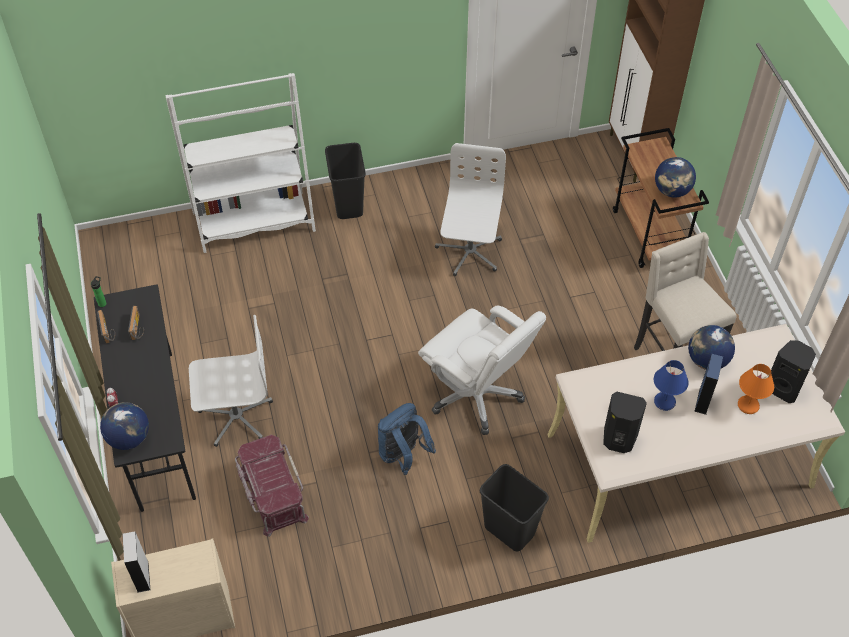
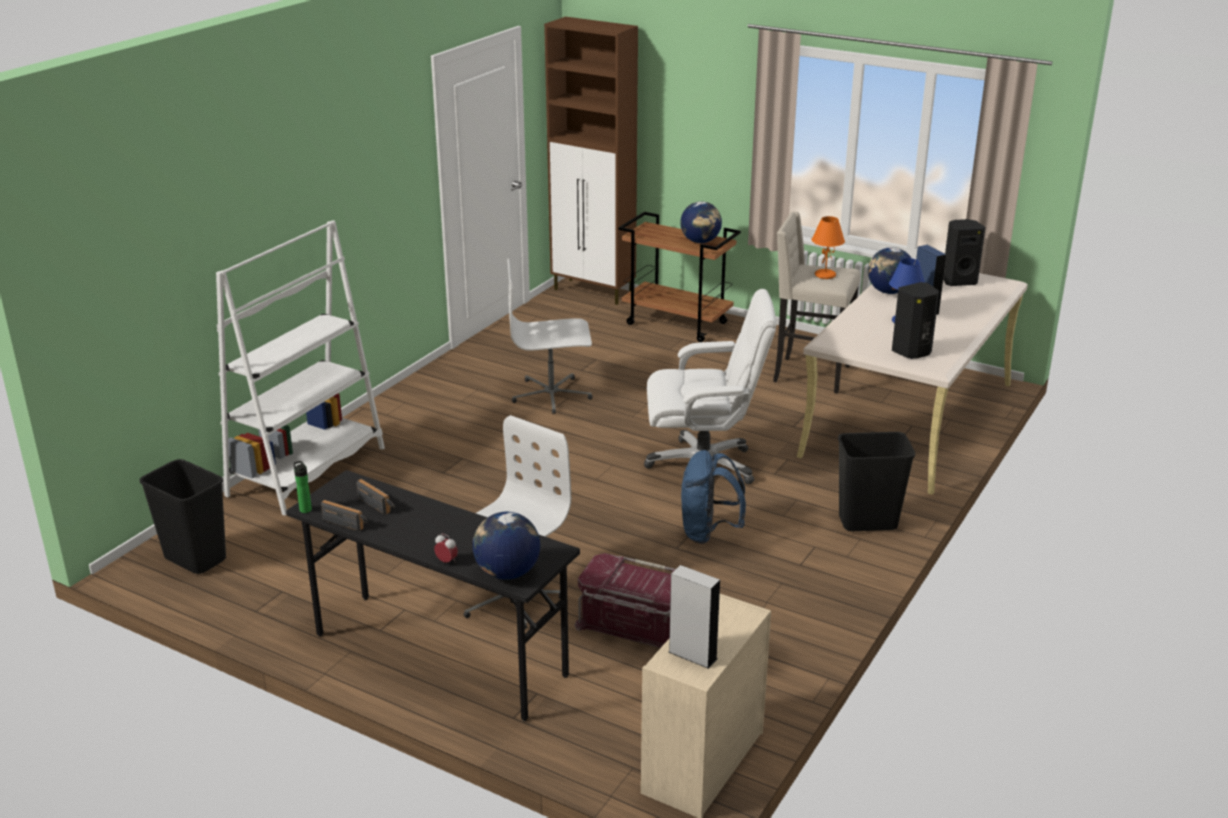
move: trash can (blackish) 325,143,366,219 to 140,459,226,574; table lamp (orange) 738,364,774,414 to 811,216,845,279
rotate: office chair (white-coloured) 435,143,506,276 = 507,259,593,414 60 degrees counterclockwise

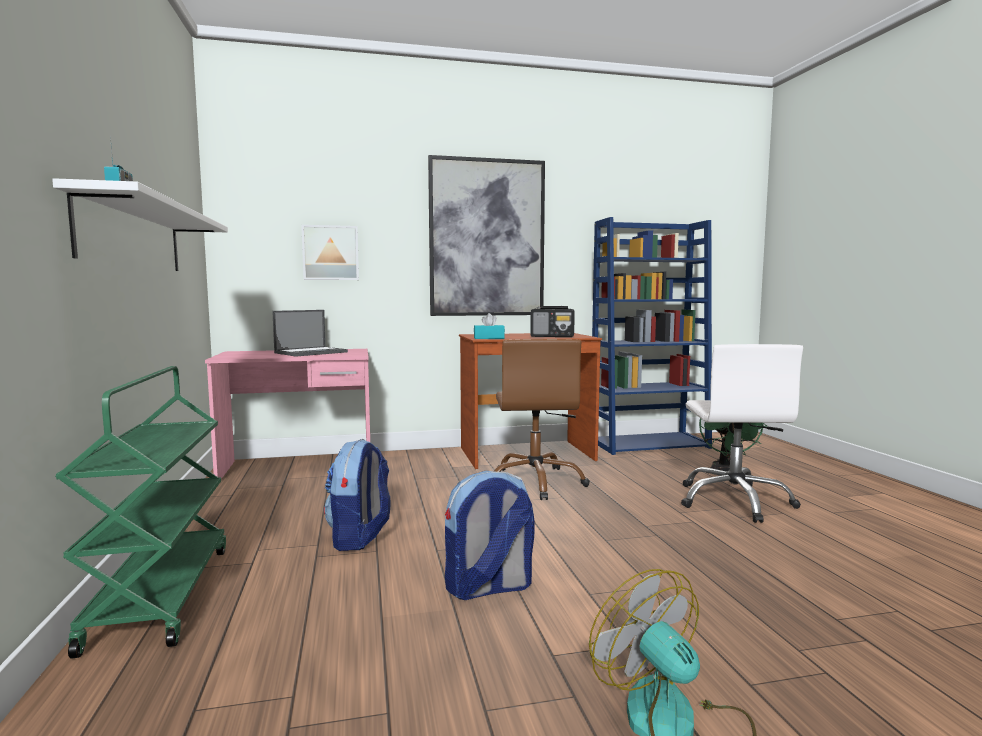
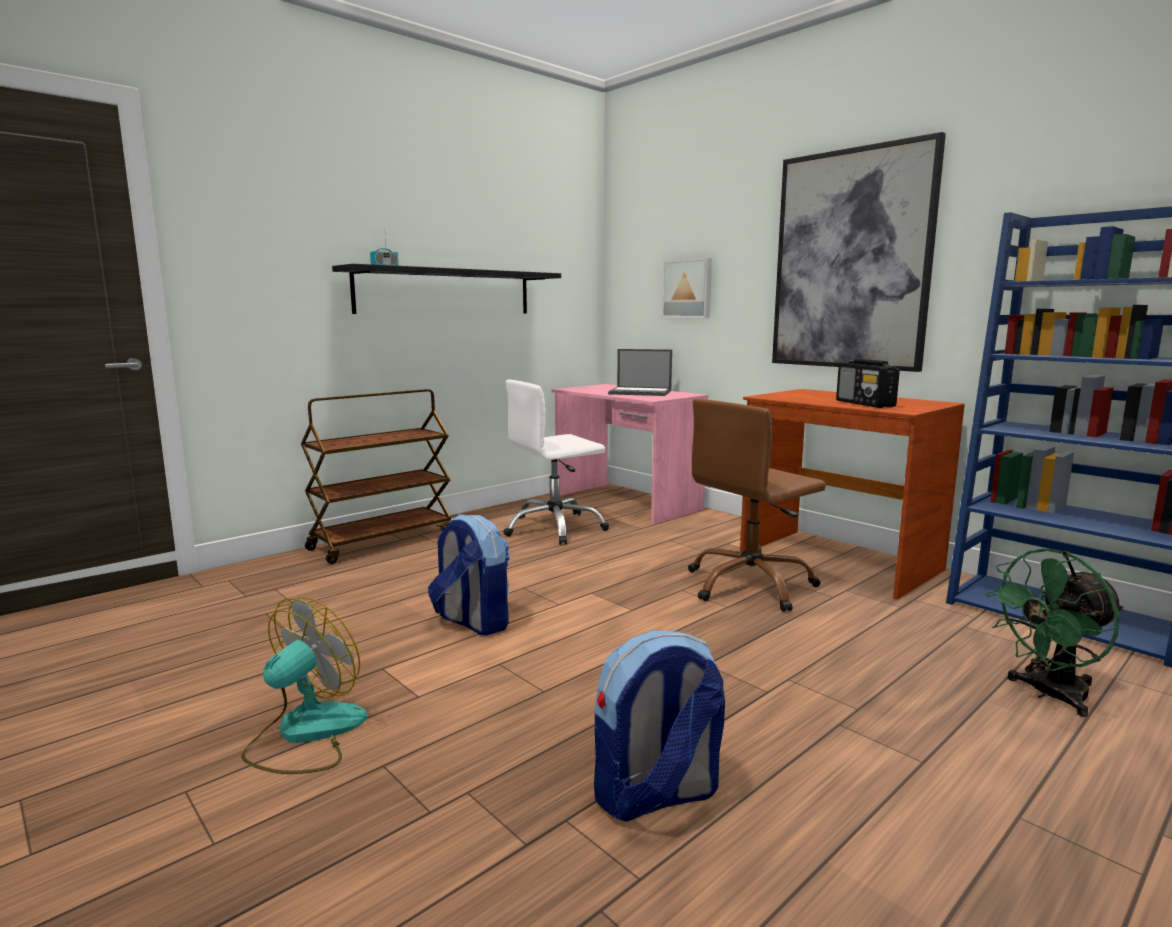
delete: box of tissues (turquoise) 474,313,505,339
move: knapsack 324,439,391,551 to 594,630,725,822; office chair (white-coloured) 681,344,803,523 to 503,380,609,545
recolor: shelf (white-coloured) 52,178,228,271 to shelf (blackish) 332,264,561,314; cart (green-coloured) 55,366,226,658 to cart (brown) 301,389,451,564

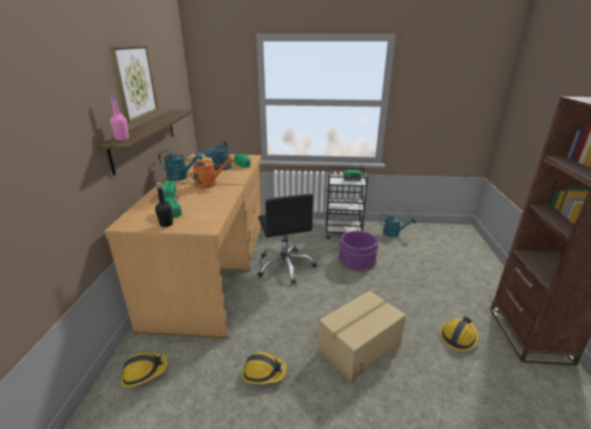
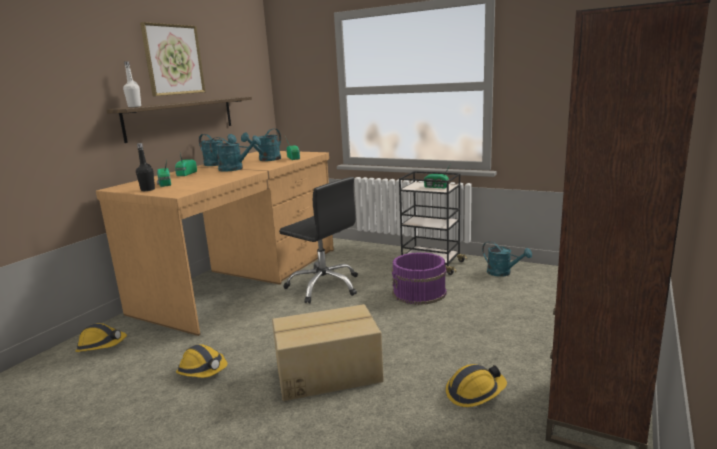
recolor: drink bottle (pinkish) 110,93,129,140 to drink bottle (white-coloured) 123,61,141,107; watering pot (orange) 186,155,234,189 to watering pot (turquoise) 210,135,261,172
rotate: office chair (blackish) 257,194,317,284 = 279,177,358,303 60 degrees counterclockwise

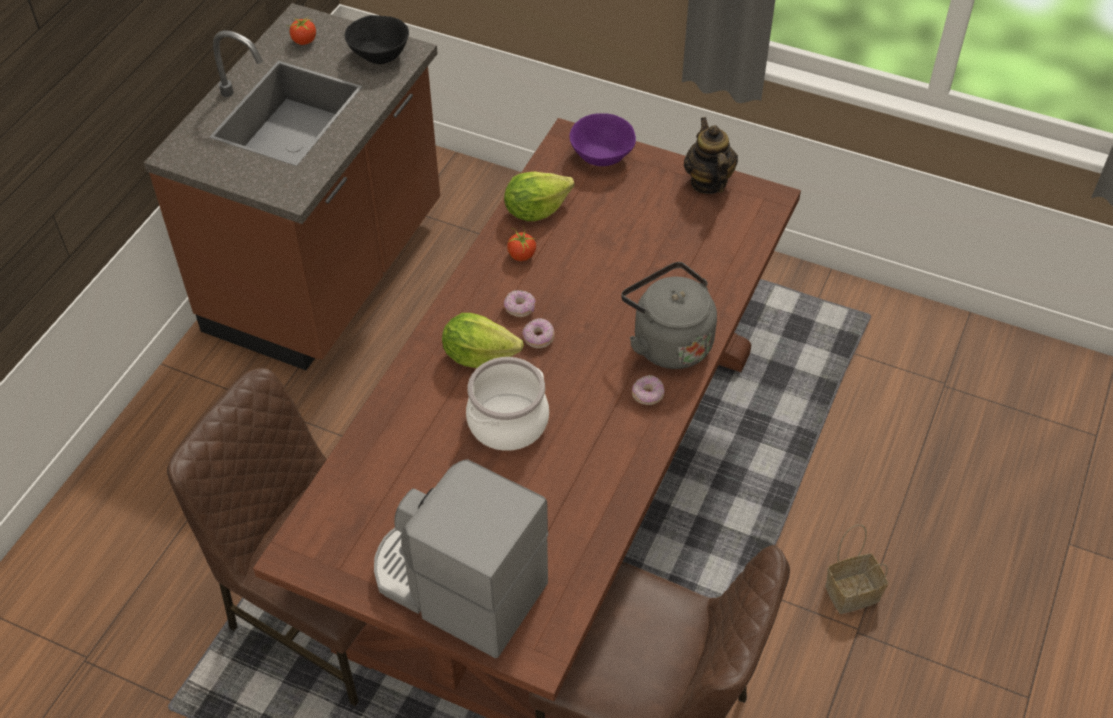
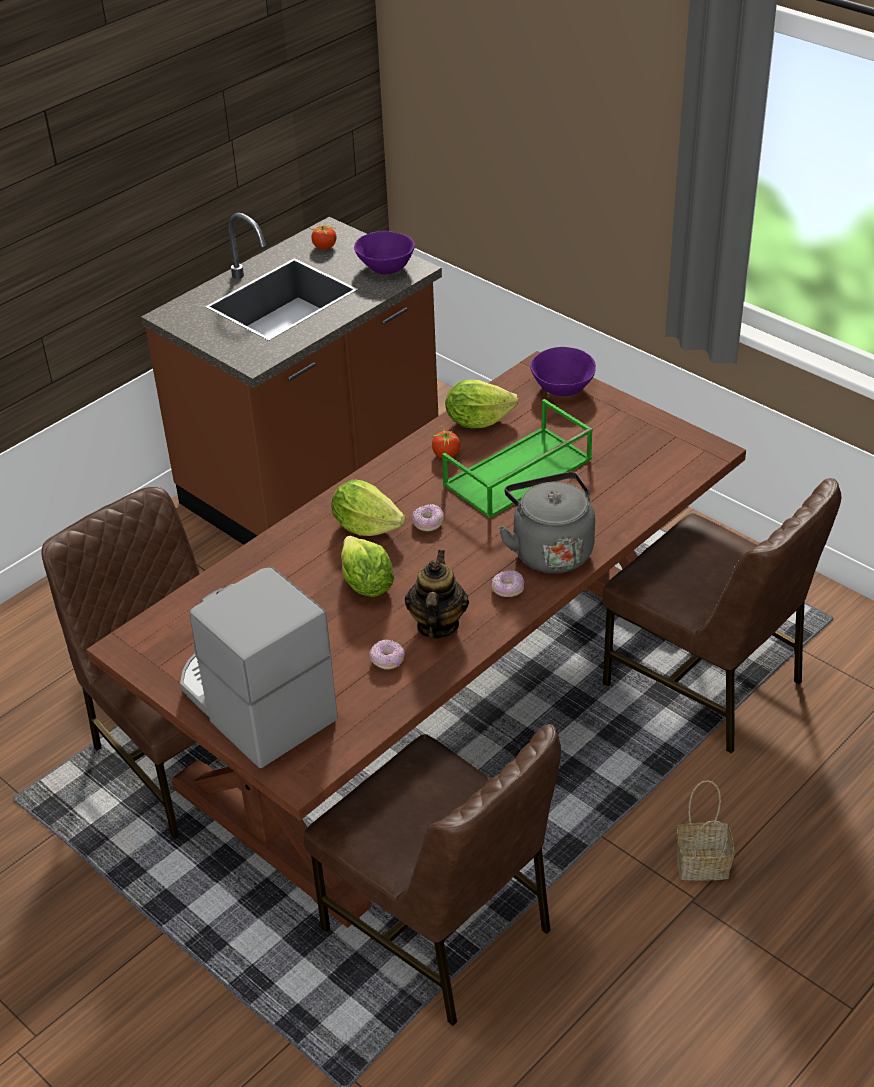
insert: carrying tray (green-coloured) 442,399,593,518; chair (brown) 602,478,842,754
move: doughnut 504,290,535,317 to 369,639,405,669; tea pot 684,117,738,194 to 405,550,469,638
replace: cooking pot 466,357,549,451 to lettuce 341,535,394,597
recolor: deep dish (blackish) 345,15,409,64 to deep dish (purplish) 354,231,415,274

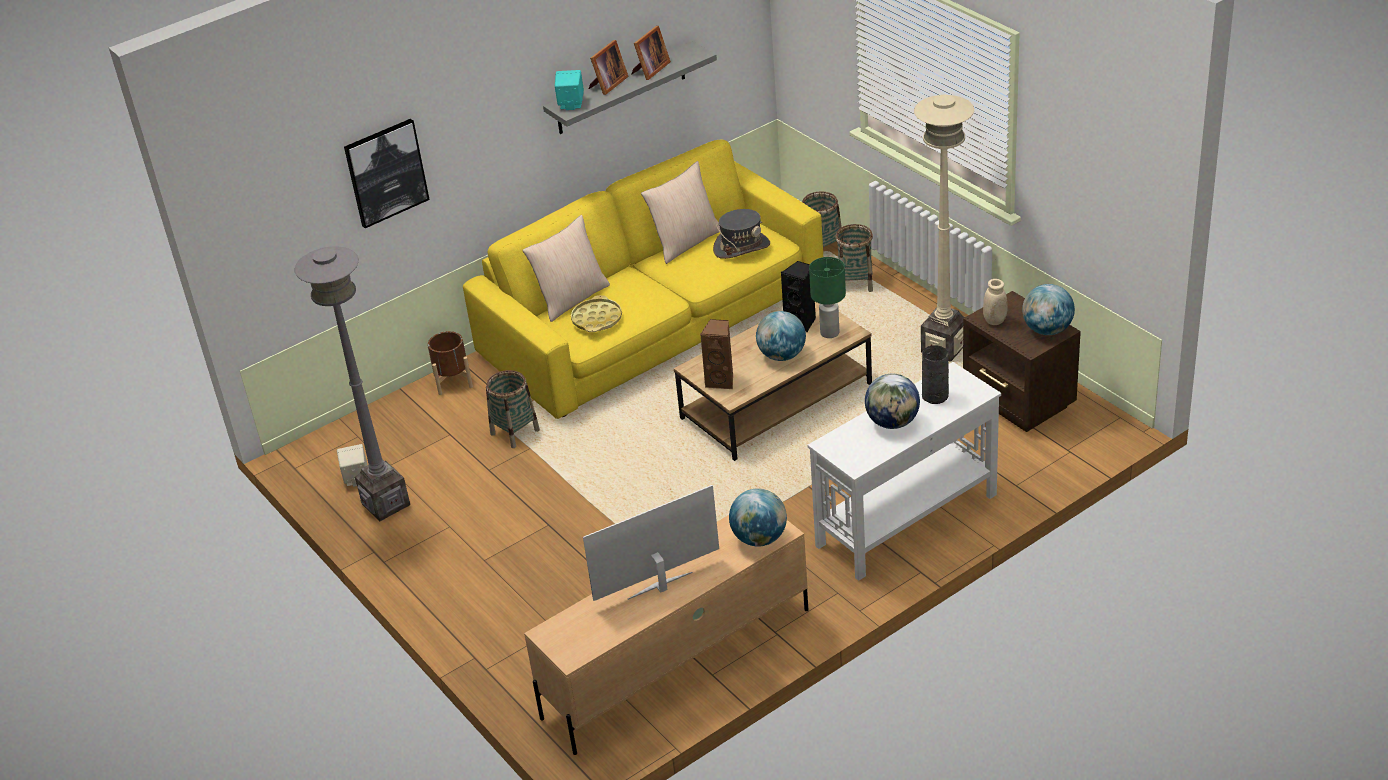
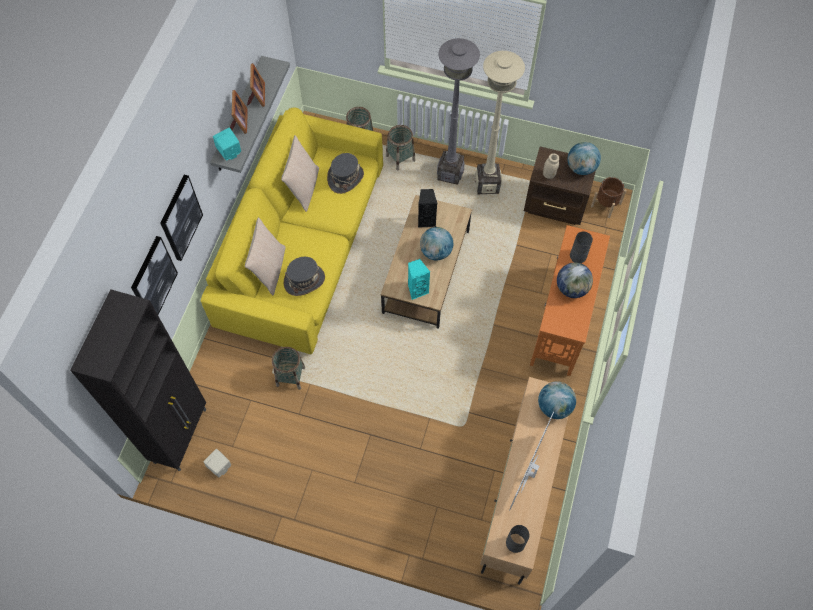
delete: table lamp (green-coloured) 809,257,846,338
insert: storage cabinet (blackish) 70,290,206,471; wall art 160,175,203,261; vase (grey) 506,525,529,553
move: floor lamp (grey) 295,246,410,521 to 437,38,480,185; flower pot (brown) 428,331,473,395 to 591,177,627,218
replace: carrying tray (yellow) 571,295,622,332 to hat (grey) 284,257,325,296
recolor: speaker (brown) 700,319,733,389 to speaker (turquoise) 408,259,430,300; hall table (white-coloured) 807,362,1001,581 to hall table (orange) 530,225,610,376

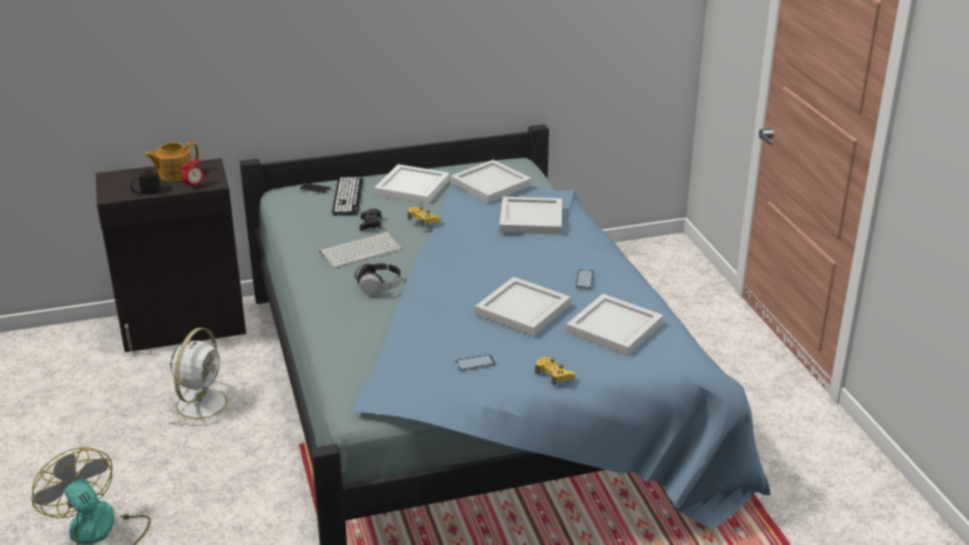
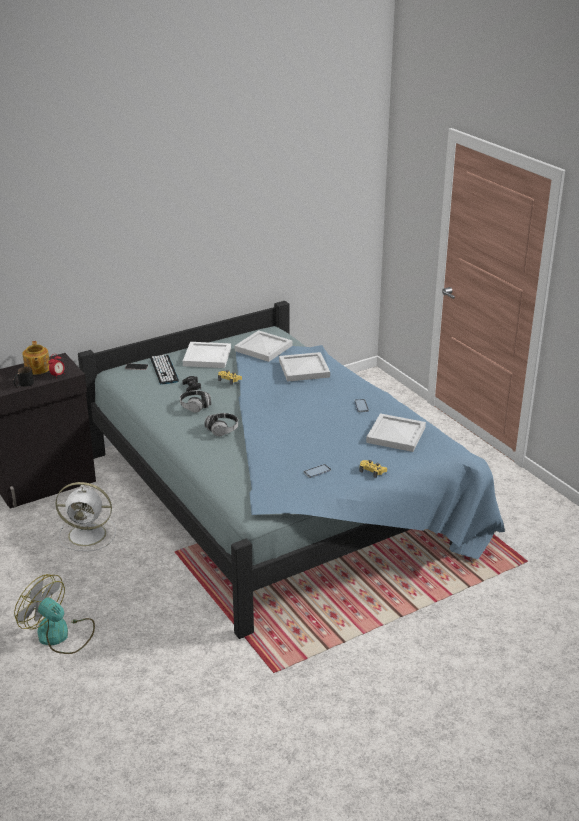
delete: carrying tray (white-coloured) 475,277,571,336
replace: computer keyboard 319,232,402,268 to headset 180,390,211,412
rotate: tea pot 144,142,199,182 = 22,341,50,375 60 degrees counterclockwise; electric fan (white-coloured) 167,328,240,426 = 55,482,116,551 90 degrees clockwise

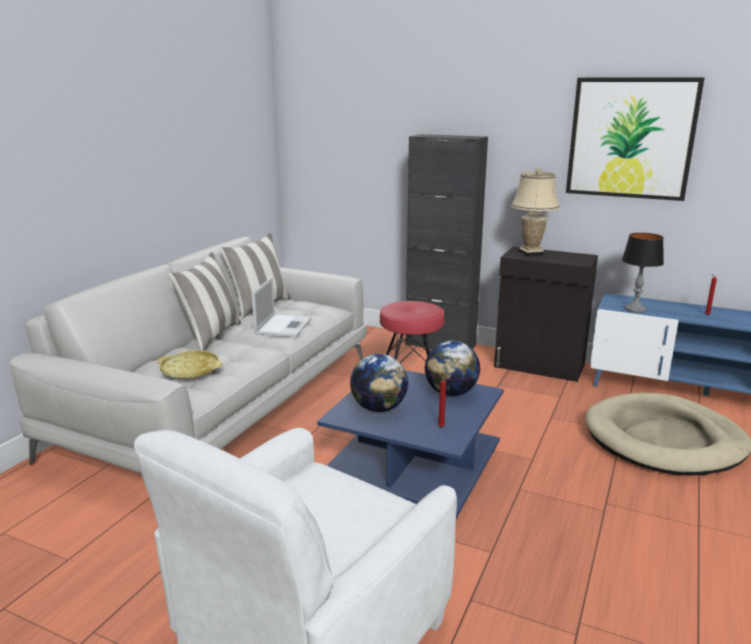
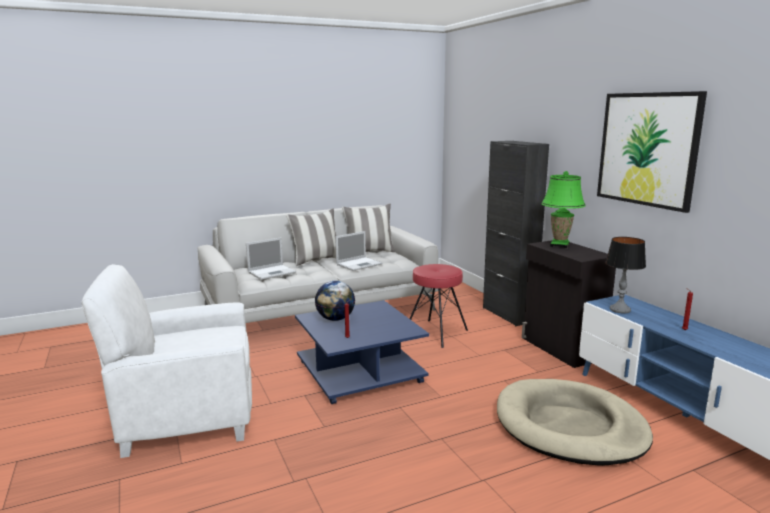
delete: desk globe 424,341,480,396
replace: carrying tray (yellow) 157,351,223,379 to portable computer 246,237,296,280
recolor: table lamp (sand-coloured) 511,168,560,256 to table lamp (green-coloured) 542,171,585,248

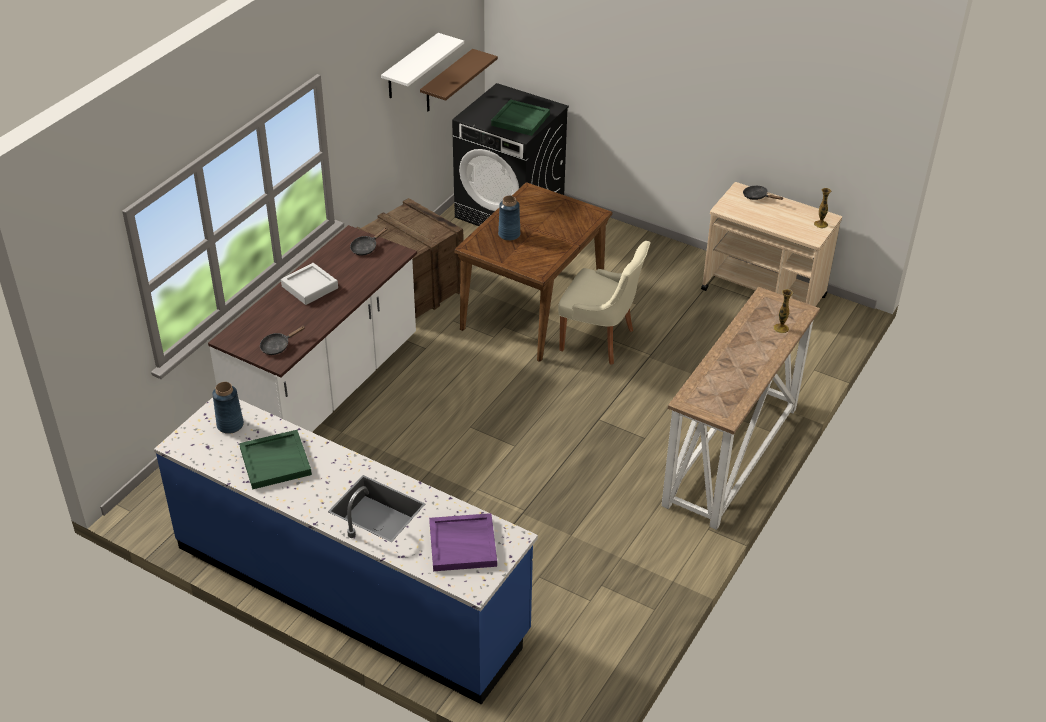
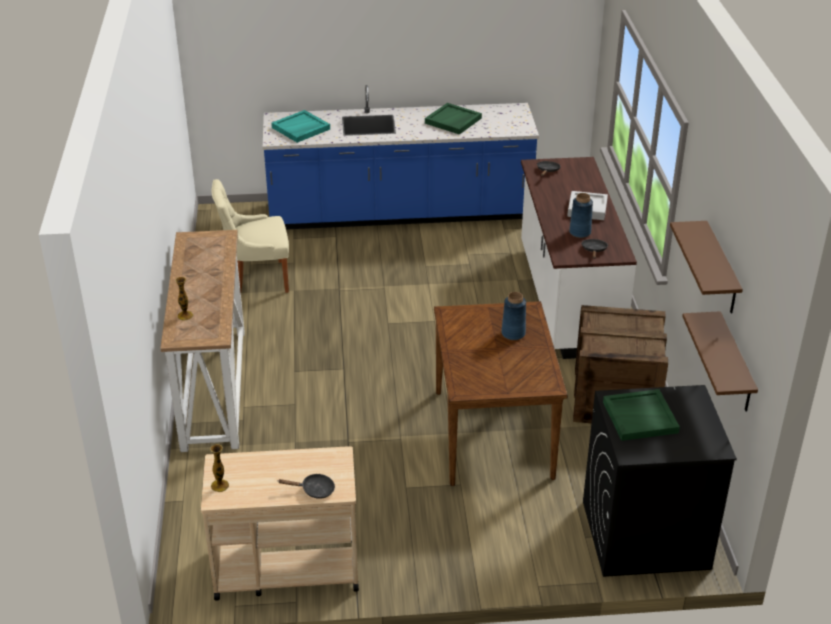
move: vase (bluish) 212,382,244,434 to 569,193,593,238; chair (sand-coloured) 558,241,650,365 to 211,179,289,293
recolor: shelf (white-coloured) 381,33,464,98 to shelf (brown) 670,221,743,313; carrying tray (purplish) 429,513,497,571 to carrying tray (turquoise) 272,110,330,143

